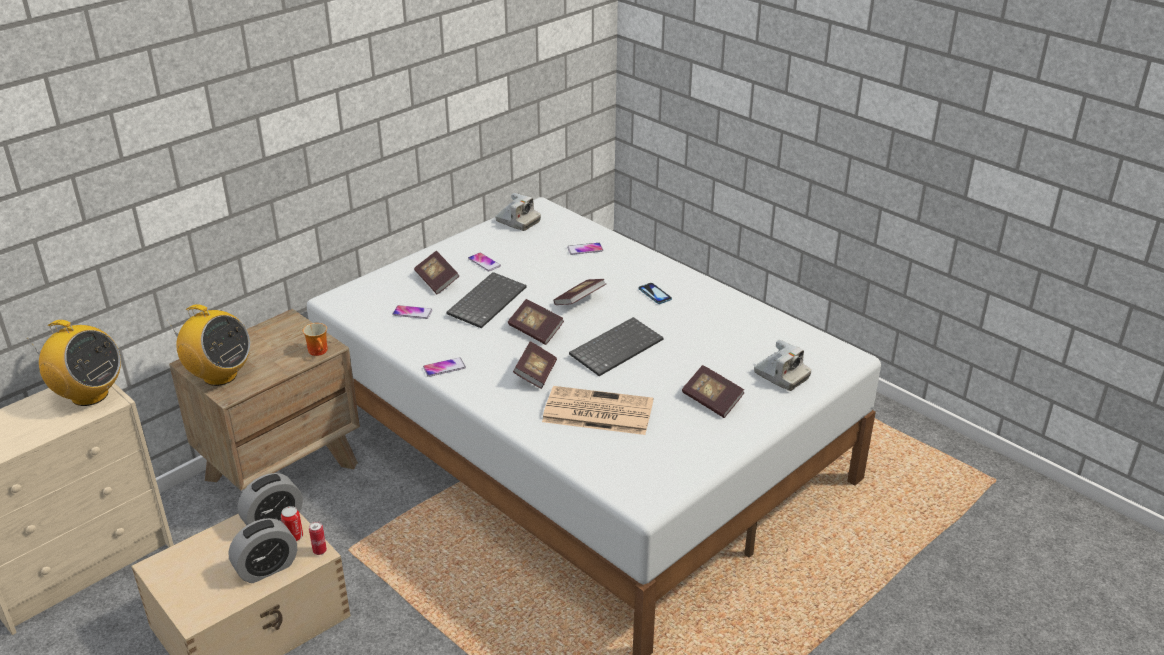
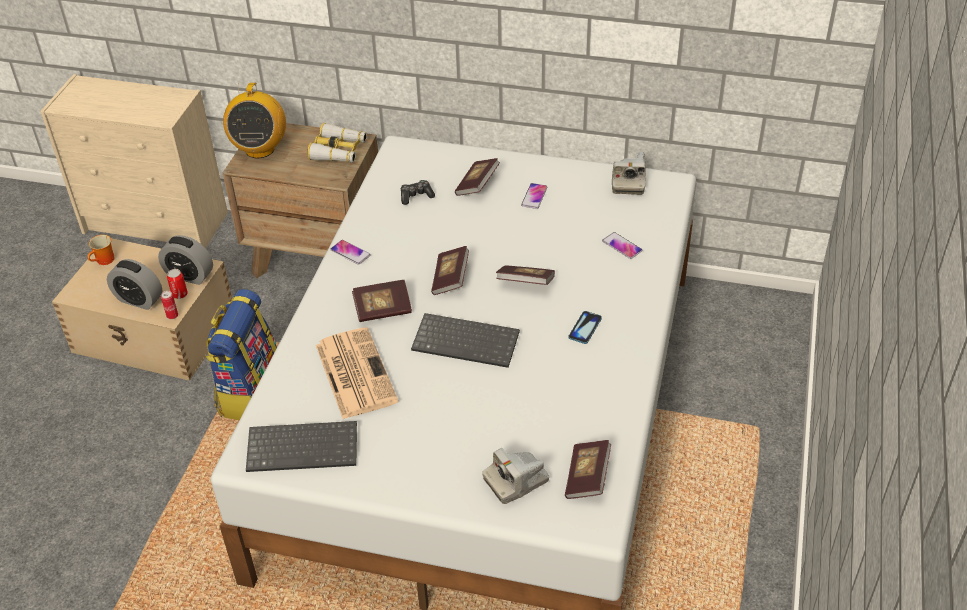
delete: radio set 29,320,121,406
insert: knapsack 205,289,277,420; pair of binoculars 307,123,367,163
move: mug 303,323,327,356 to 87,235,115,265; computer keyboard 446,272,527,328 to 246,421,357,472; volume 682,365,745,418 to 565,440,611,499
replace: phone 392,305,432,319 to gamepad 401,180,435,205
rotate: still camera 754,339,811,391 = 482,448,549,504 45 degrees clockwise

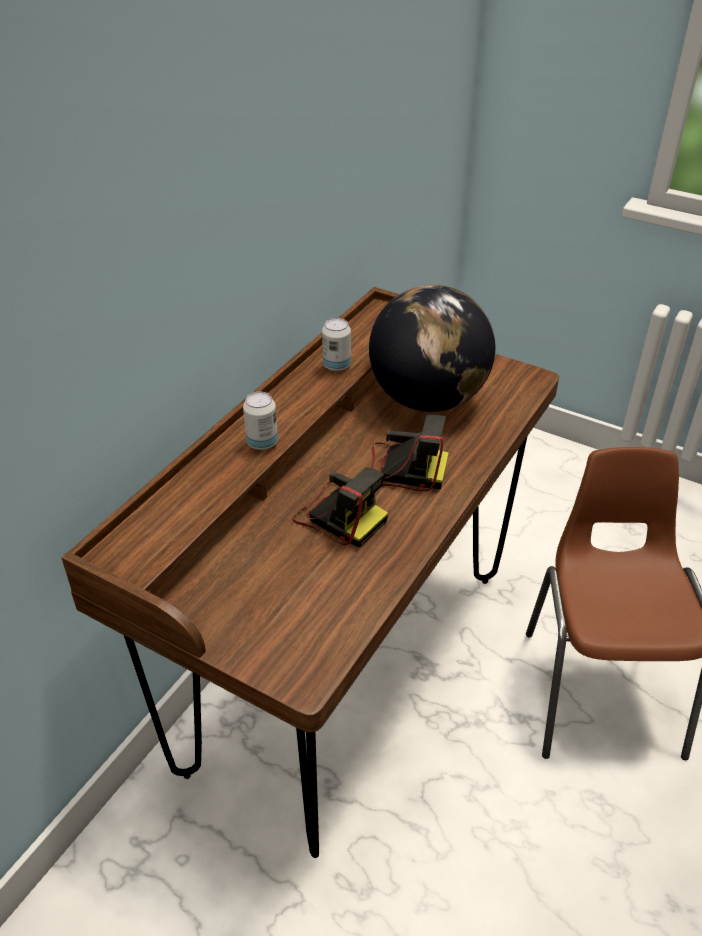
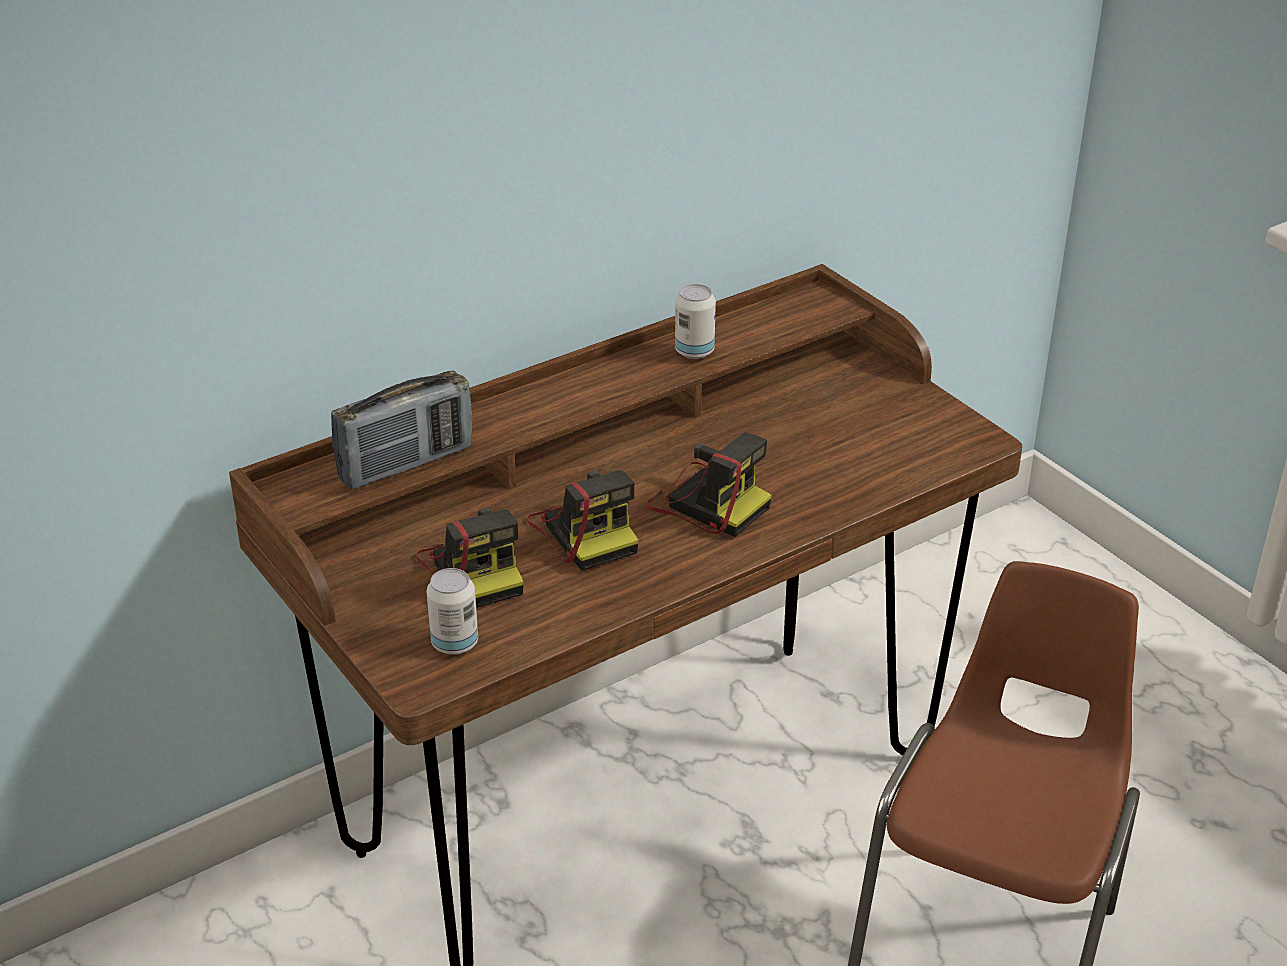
delete: desk globe 369,285,495,412
insert: radio set 331,370,472,489; still camera 416,507,524,608
move: can 243,392,278,450 to 427,568,478,655

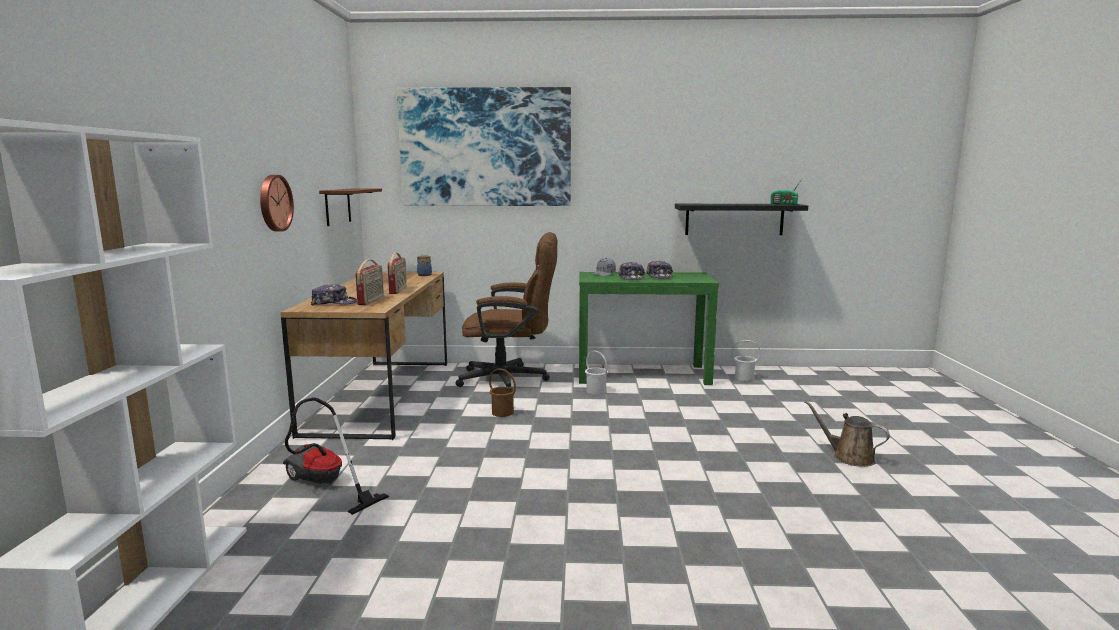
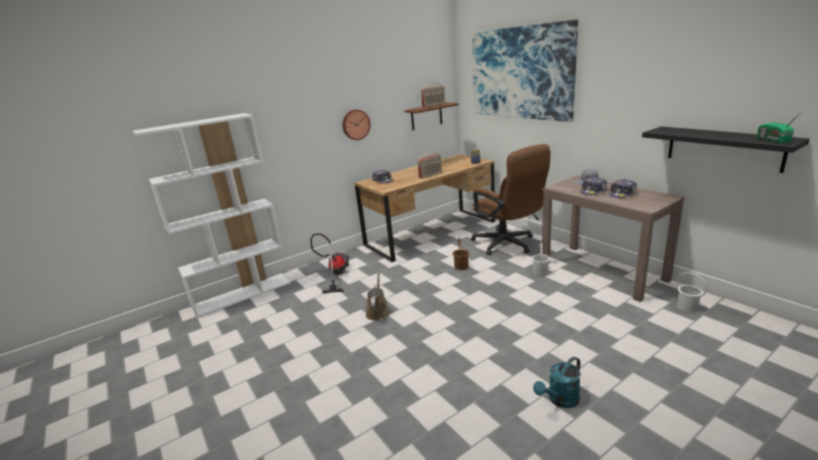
insert: watering pot (turquoise) 533,357,581,408
move: radio set 355,260,384,305 to 421,83,445,108; watering pot (brown) 804,400,890,467 to 366,270,390,321
recolor: hall table (green-coloured) 579,272,719,385 to hall table (brown) 542,176,685,302

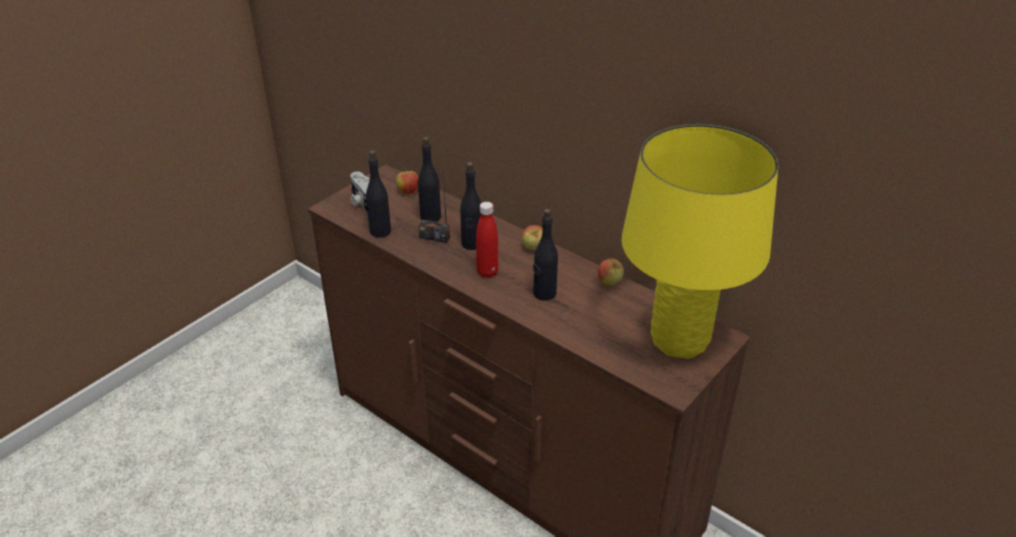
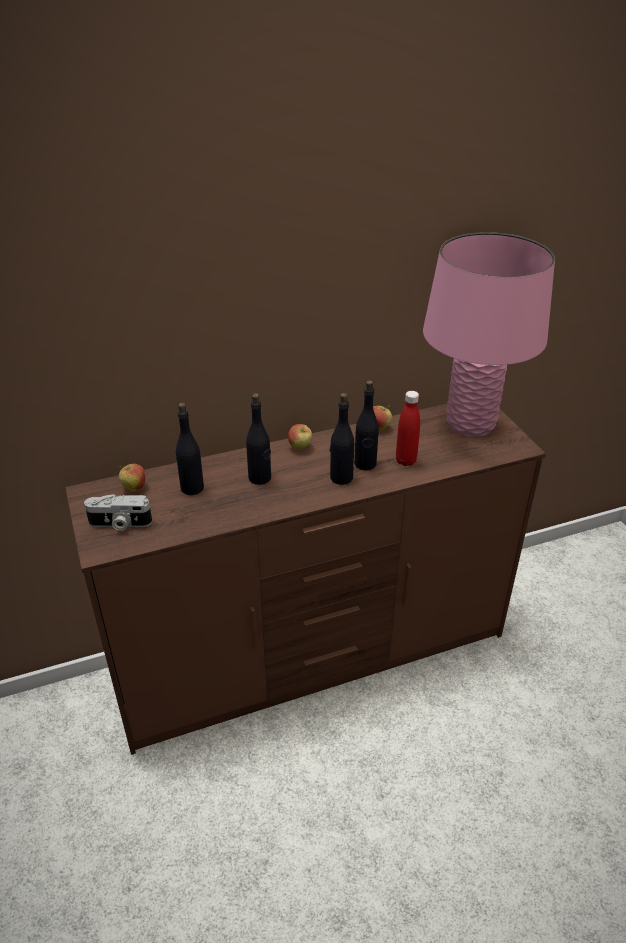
delete: radio set 419,171,450,243
move: drink bottle (blackish) 366,150,391,238 to 330,393,354,485; drink bottle (red-coloured) 476,202,499,278 to 396,391,420,466
recolor: table lamp (yellow) 621,124,779,359 to table lamp (pinkish) 423,232,555,436

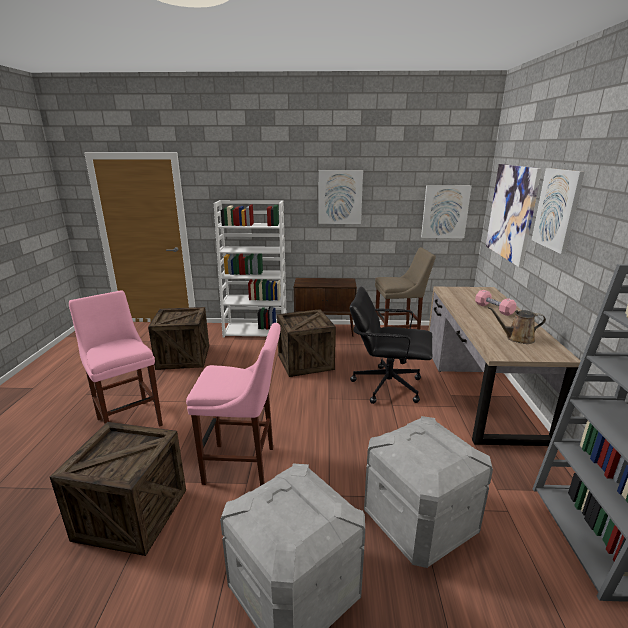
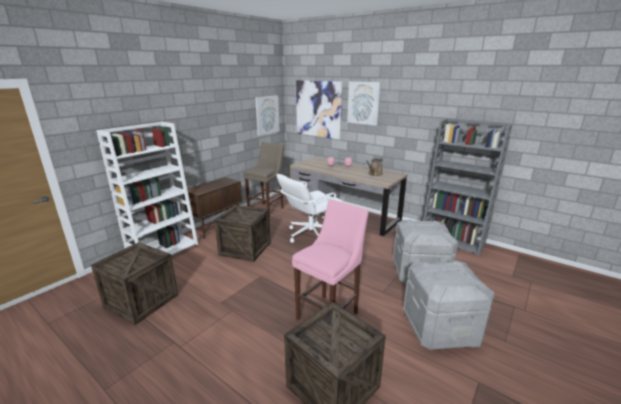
delete: stool (pinkish) 69,290,163,427; wall art 318,170,363,224
recolor: office chair (blackish) 350,287,432,404 to office chair (white-coloured) 277,174,343,243

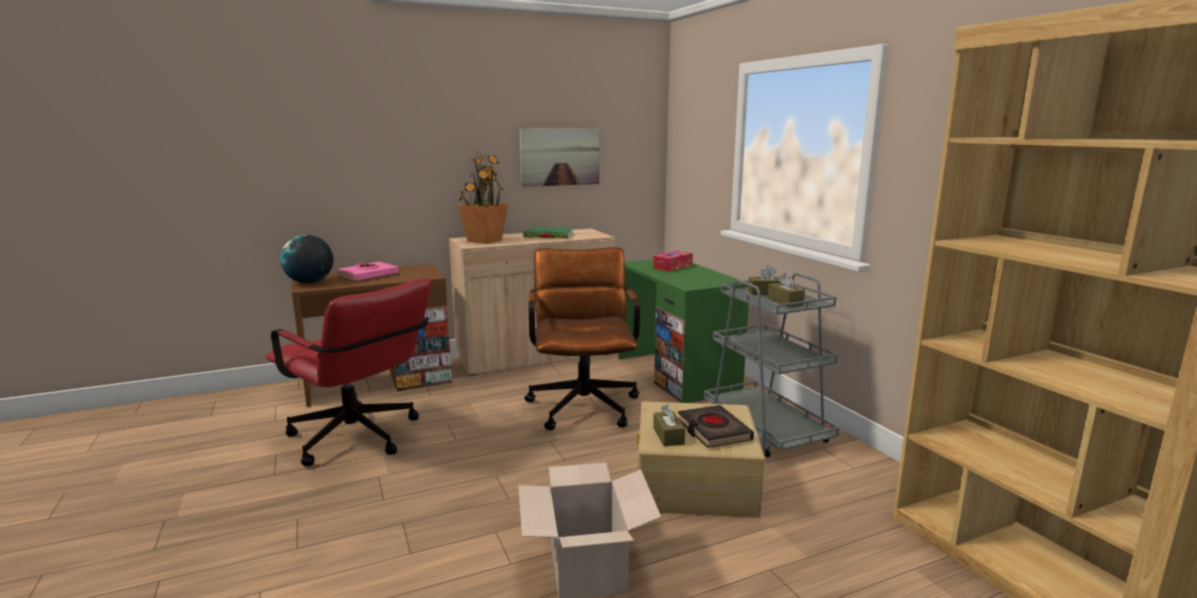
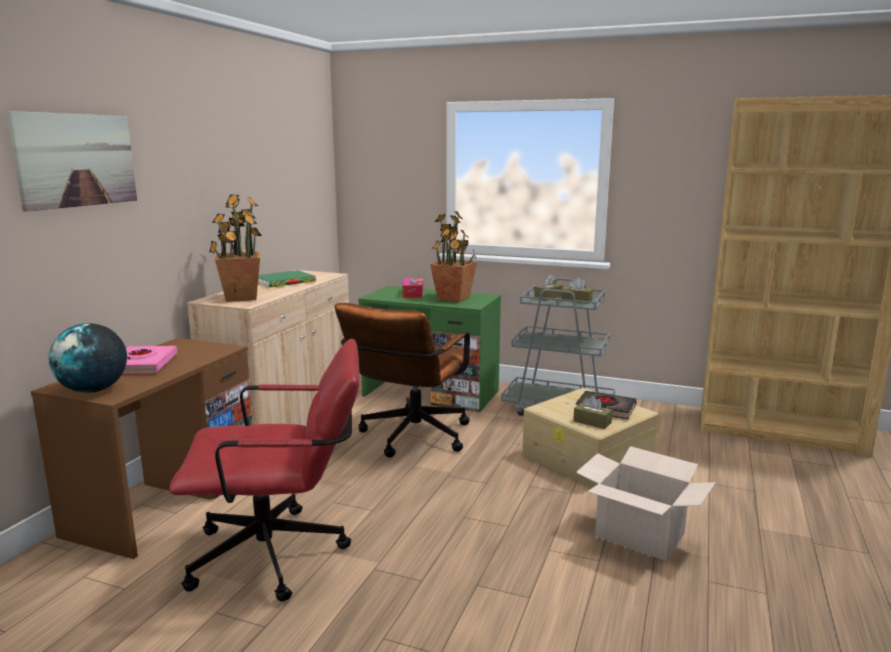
insert: houseplant 430,211,477,302
move: wall art 520,129,599,187 to 6,111,137,212
rotate: office chair (brown) 524,247,640,430 = 334,303,475,458 105 degrees counterclockwise

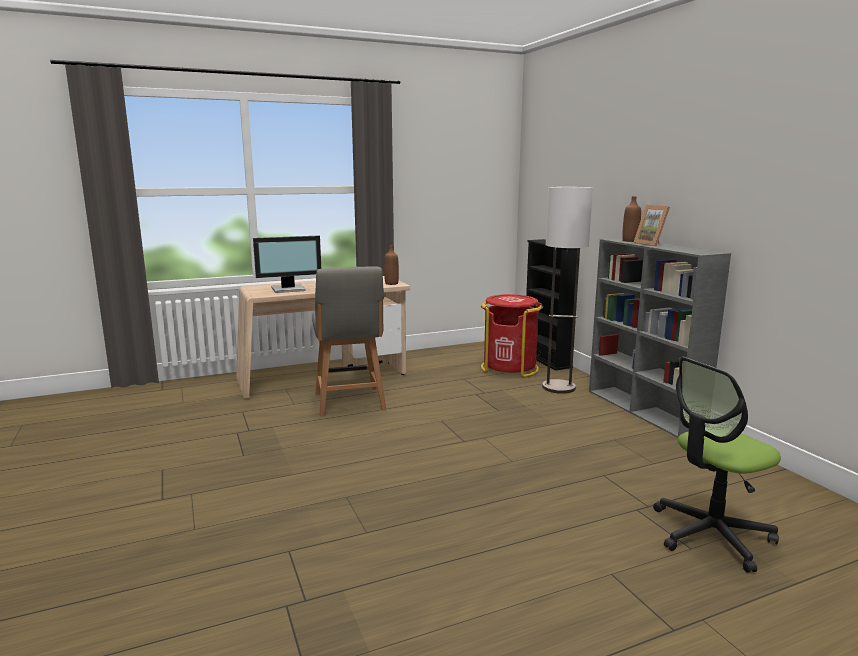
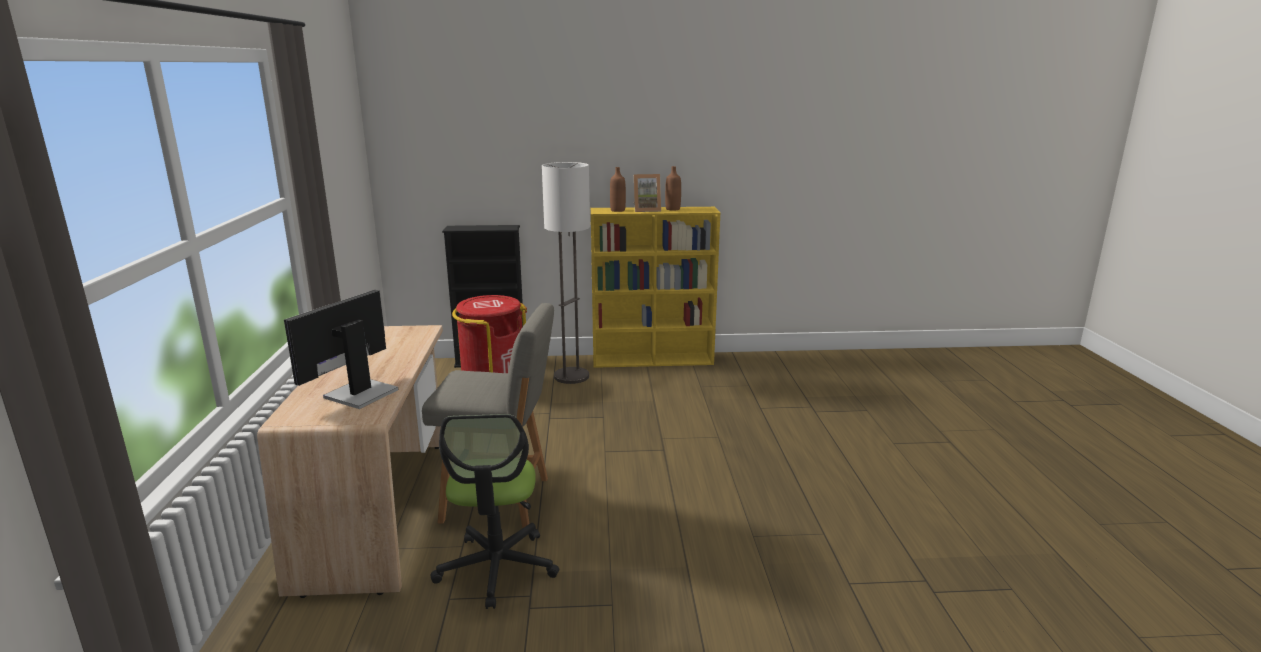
move: drink bottle (brown) 384,245,399,285 to 665,166,681,211; office chair 653,357,781,573 to 430,414,560,609
recolor: bookcase (grey) 589,238,731,438 to bookcase (yellow) 591,207,720,368
rotate: computer screen 253,236,321,293 = 284,290,398,409 150 degrees counterclockwise

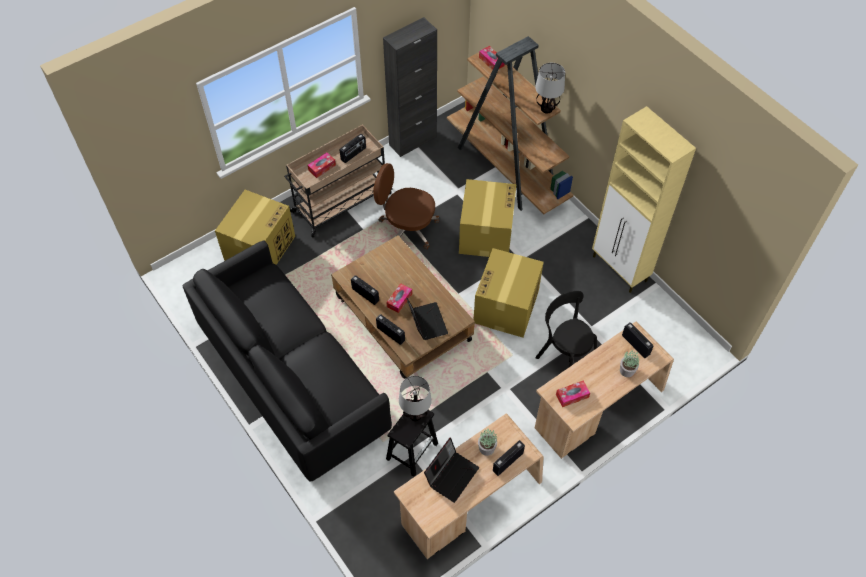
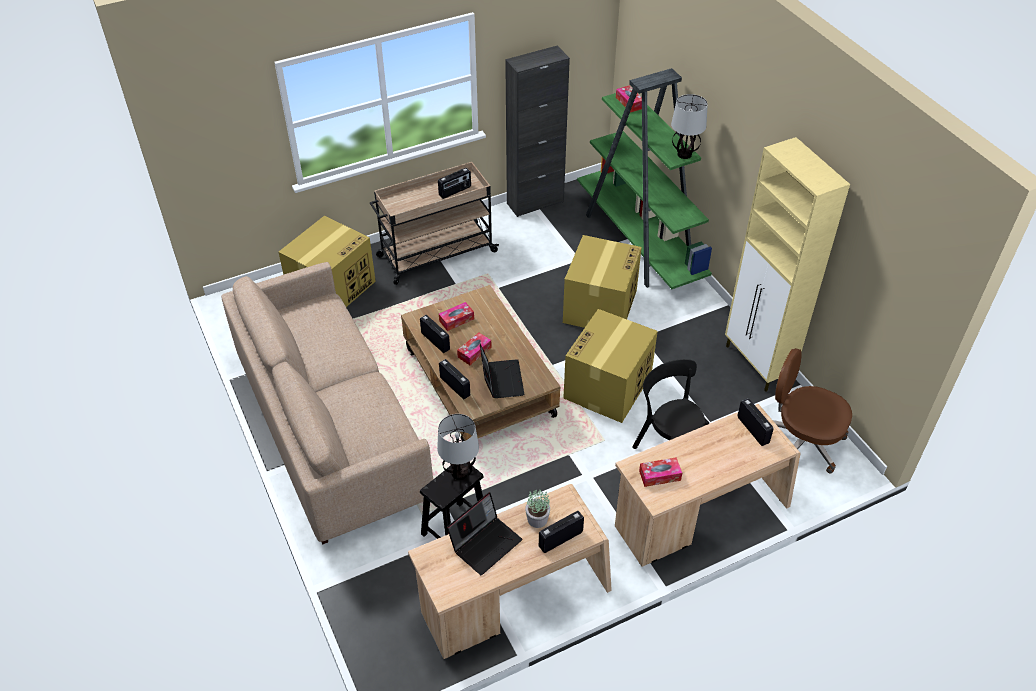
delete: houseplant 620,350,640,377
move: box of tissues 308,153,336,178 to 439,302,474,331; office chair (brown) 373,163,439,249 to 773,348,852,474
recolor: sofa (blackish) 183,240,392,482 to sofa (sand-coloured) 221,262,433,545; bookcase (brown) 447,36,573,214 to bookcase (green-coloured) 577,68,712,289

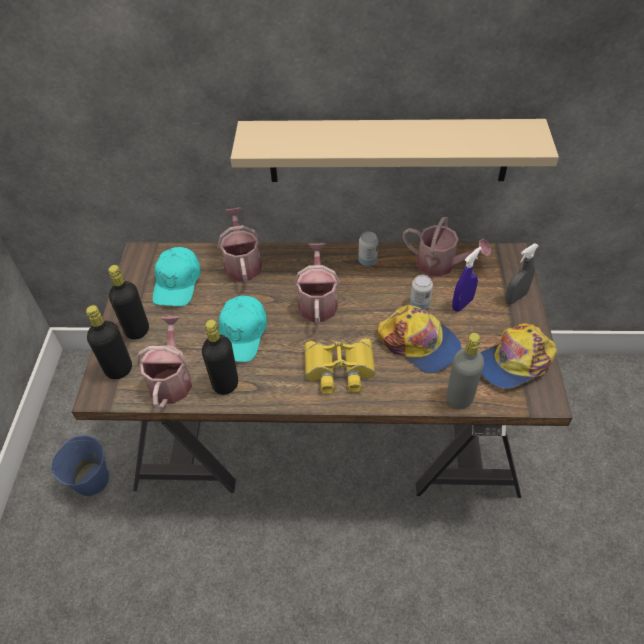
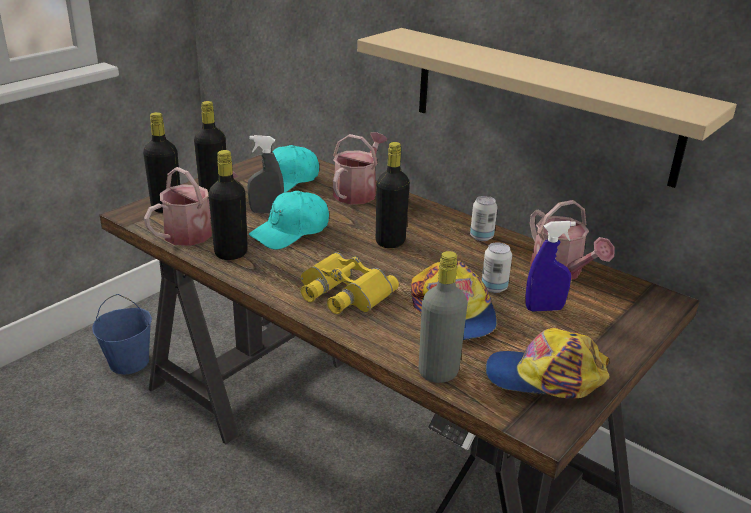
move: hand sprayer (grey) 505,244,539,304 to 247,135,284,214
replace: watering pot 294,243,340,324 to drink bottle (blackish) 376,142,410,248

